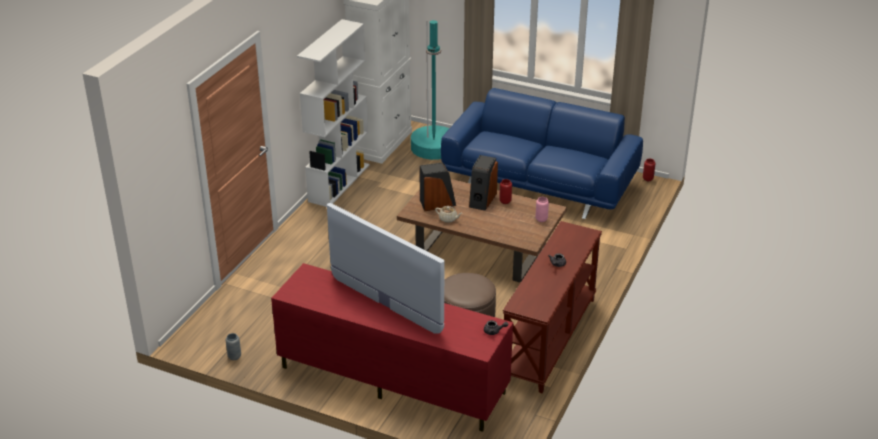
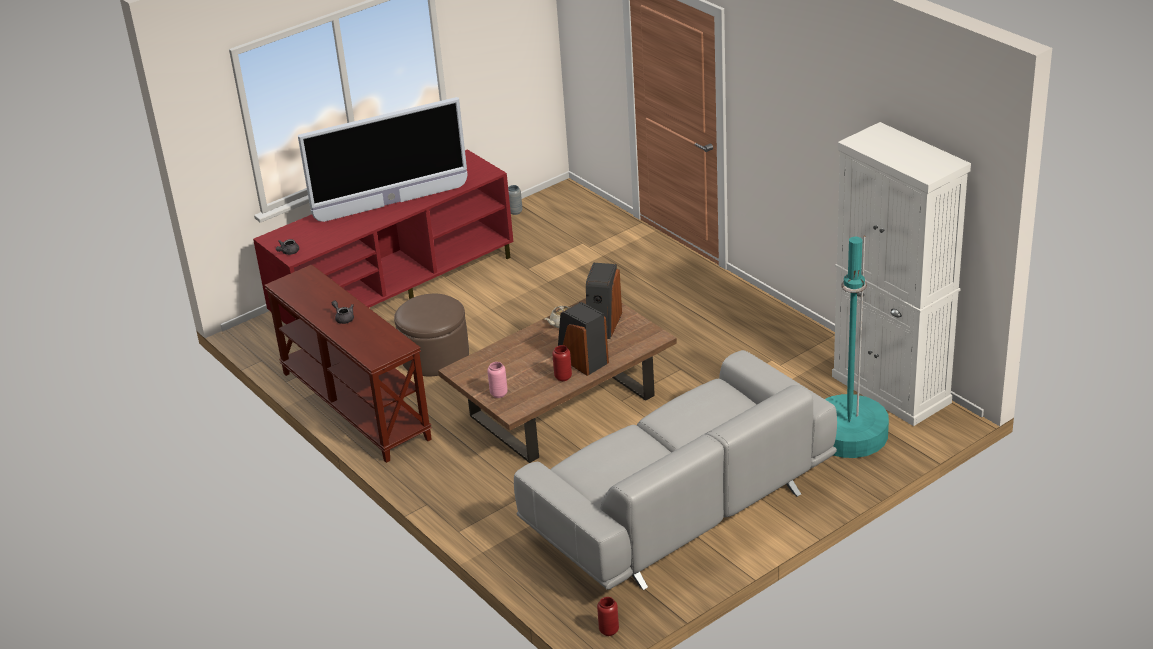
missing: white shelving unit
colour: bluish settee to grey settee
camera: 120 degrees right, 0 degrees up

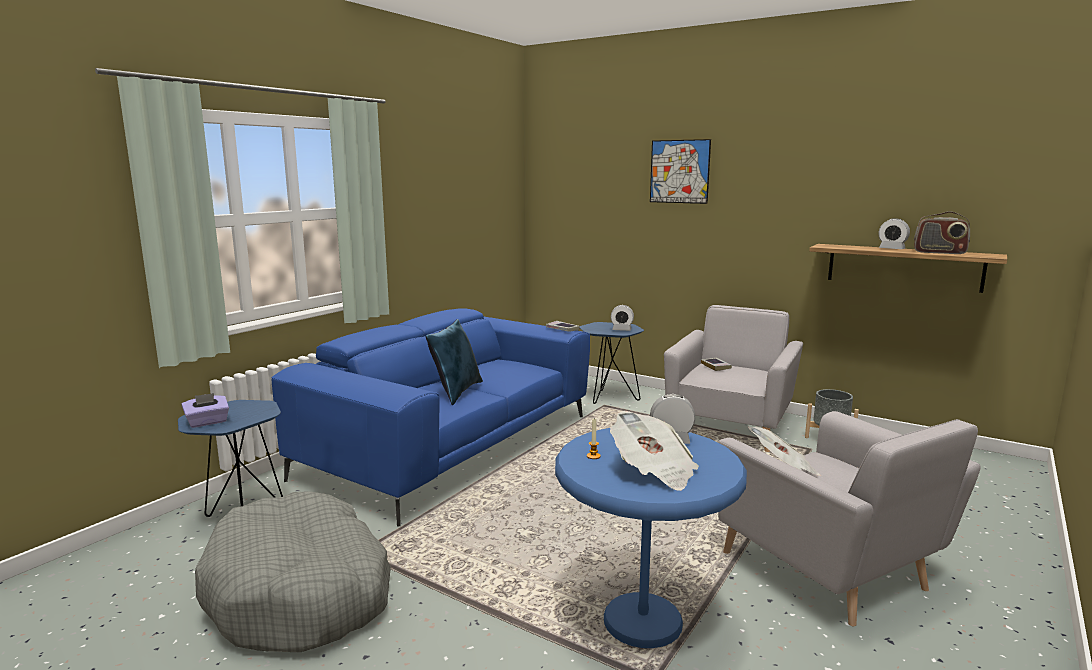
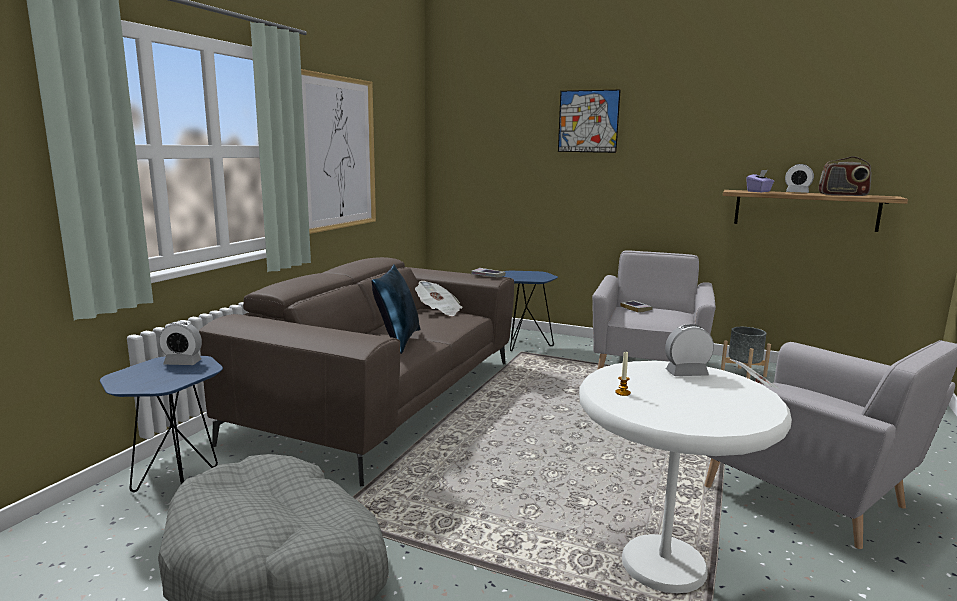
appeared: wall picture (no. 1 from left)
relocated: purple-coloured tissue box; newspaper (no. 1 from left); alarm clock (no. 1 from left)
colour: bluish settee to brown settee; bluish accent table (no. 3 from left) to white accent table
camera: 10 degrees left, 0 degrees up

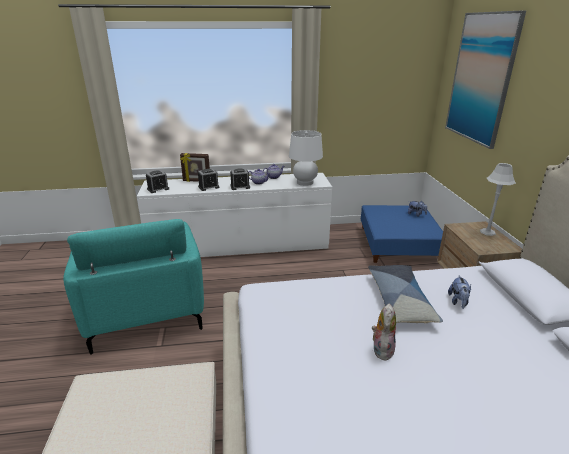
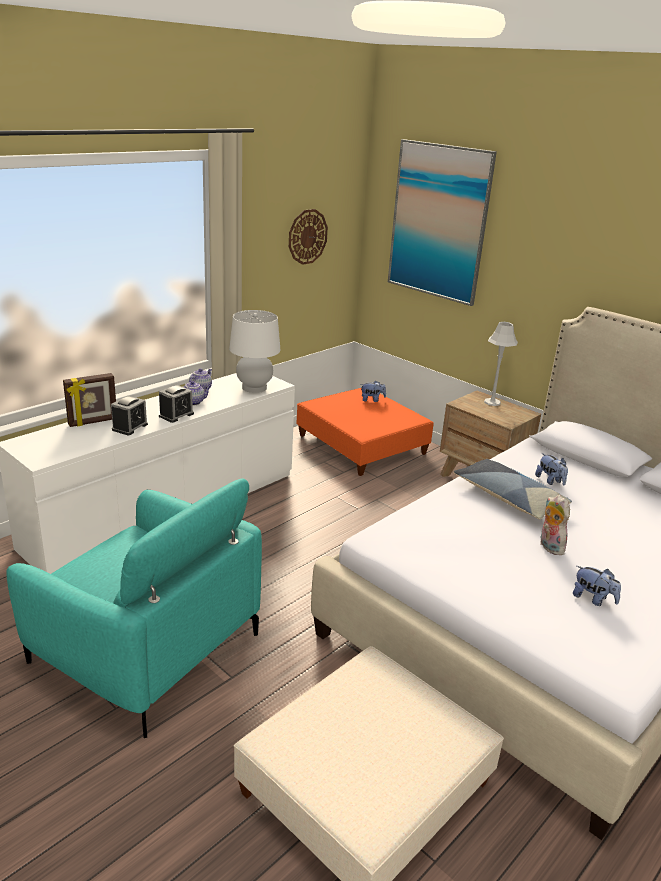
missing: alarm clock (no. 1 from left)
appeared: wall clock; cuddly toy (no. 4 from left)
colour: bluish pouffe to orange-coloured pouffe
camera: 40 degrees left, 0 degrees up

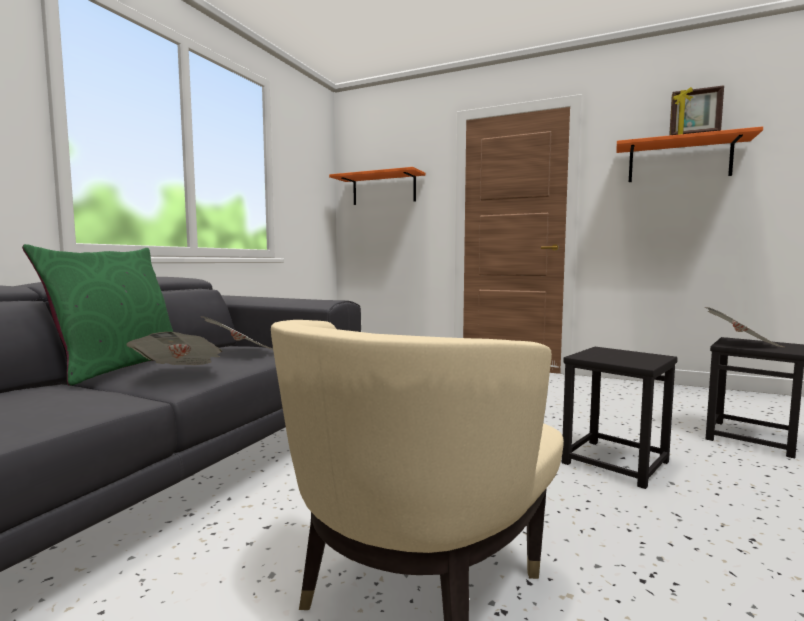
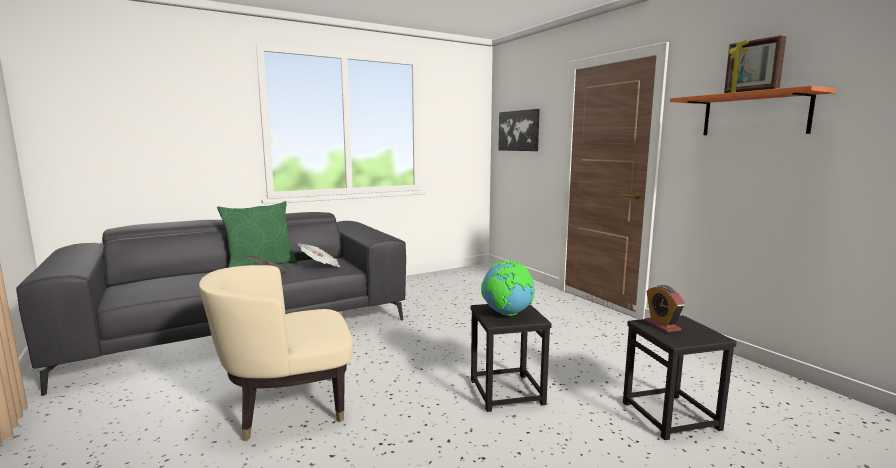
appeared: globe
exchanged: orange-coloured bracket shelf (no. 1 from left) to wall picture; newspaper (no. 3 from left) to alarm clock
camera: 35 degrees right, 5 degrees up

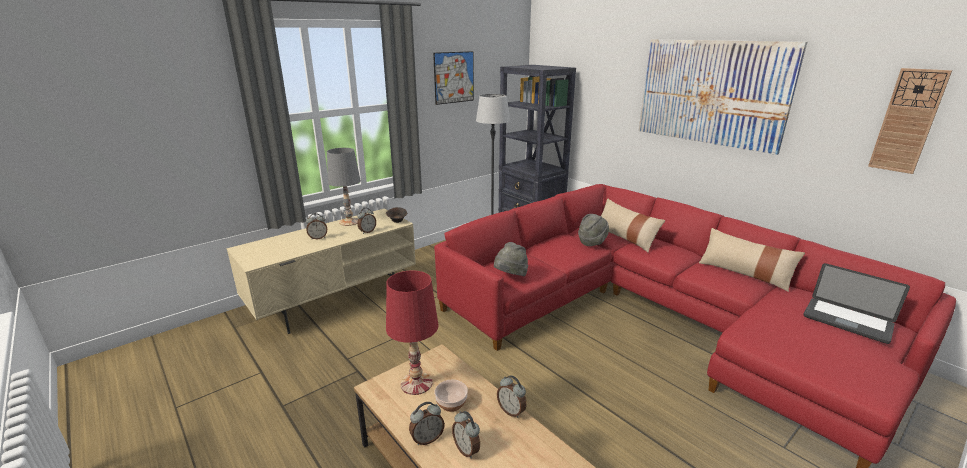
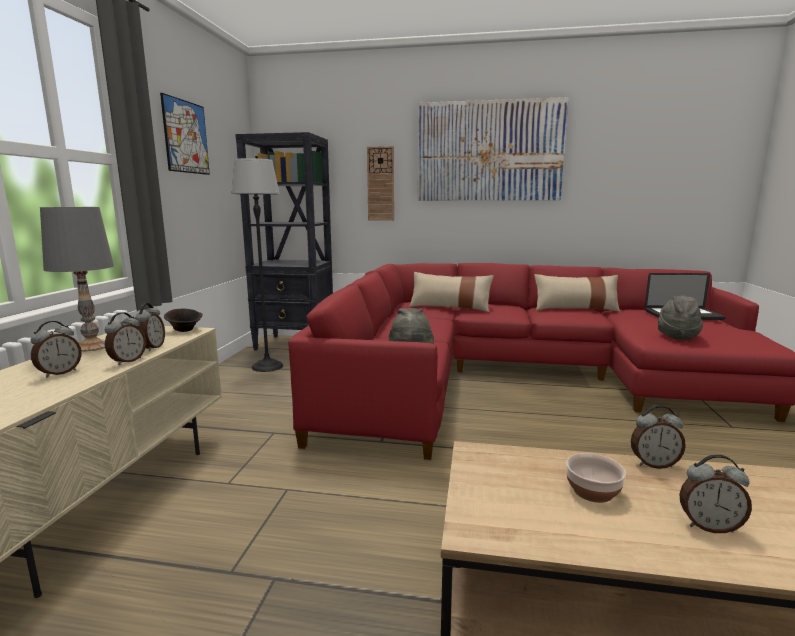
missing: red tabletop lamp
relocated: alarm clock (no. 3 from left in the first image) to alarm clock (no. 2 from left); grey hat (no. 2 from left); wall clock
camera: 40 degrees left, 10 degrees down

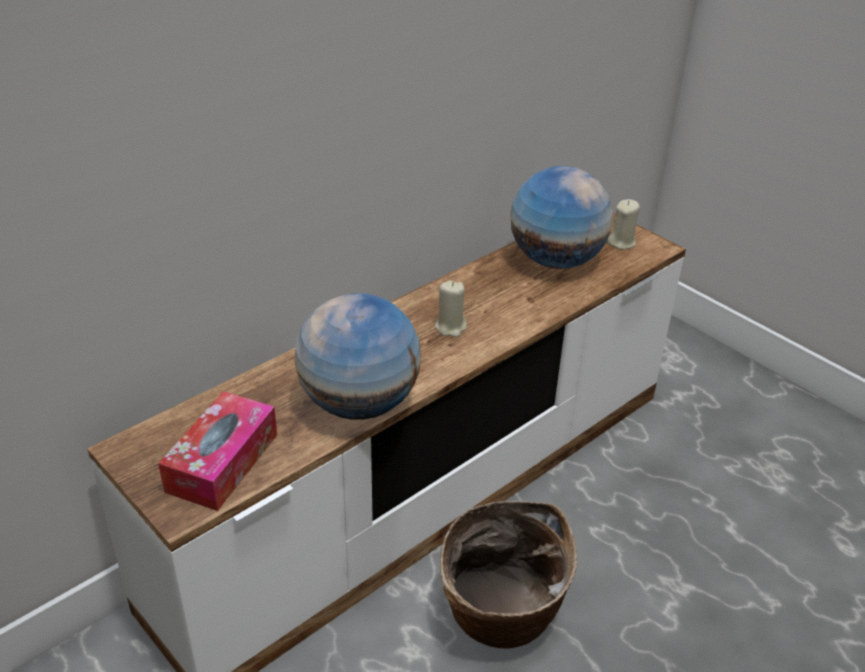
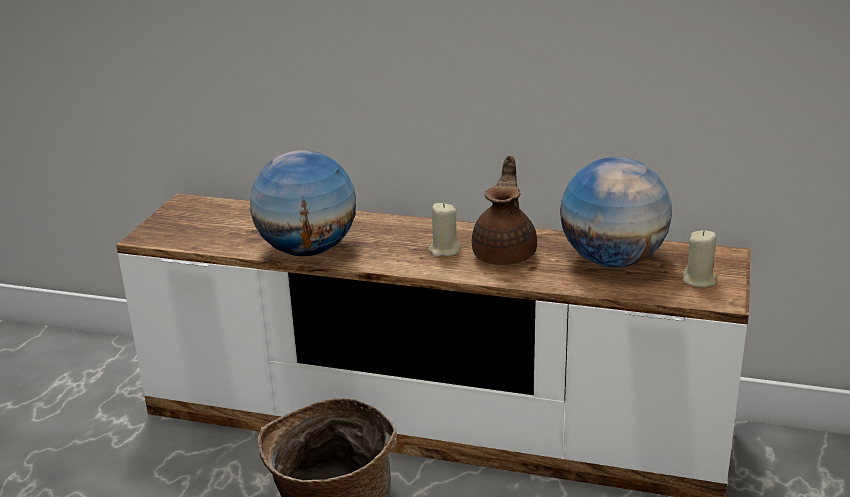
missing: tissue box
appeared: brown tea pot
camera: 60 degrees right, 10 degrees down

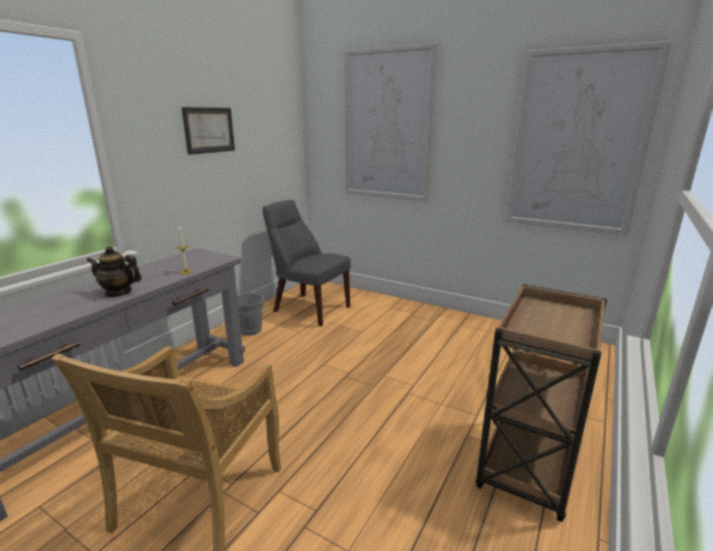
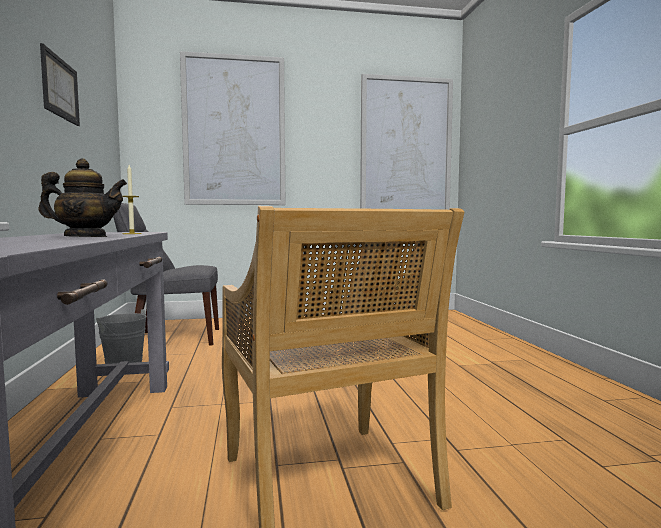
missing: brown wheeled cart
spun: tea pot 150 degrees counterclockwise
camera: 40 degrees left, 15 degrees down

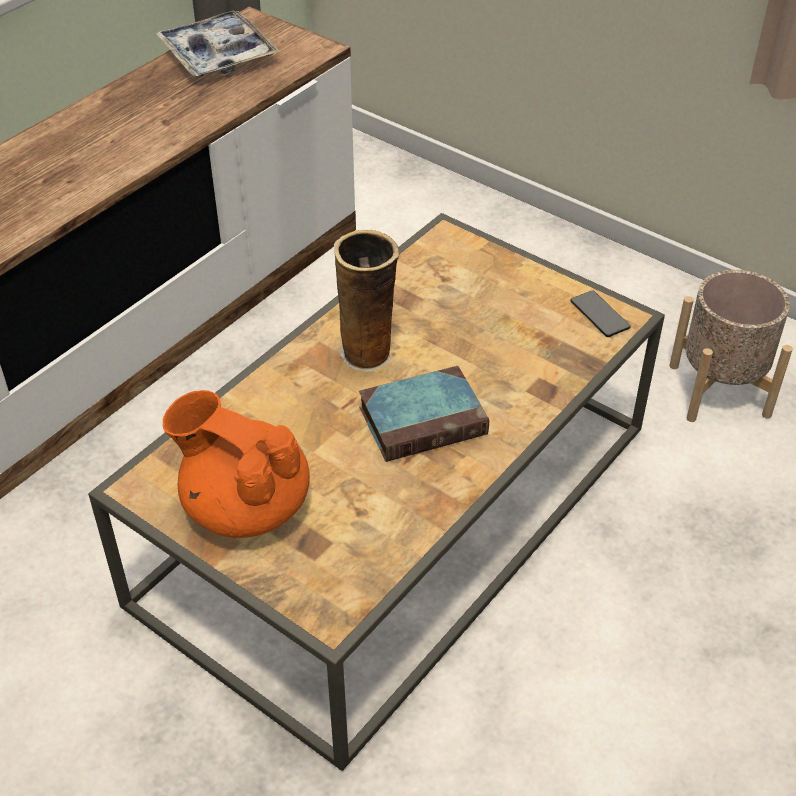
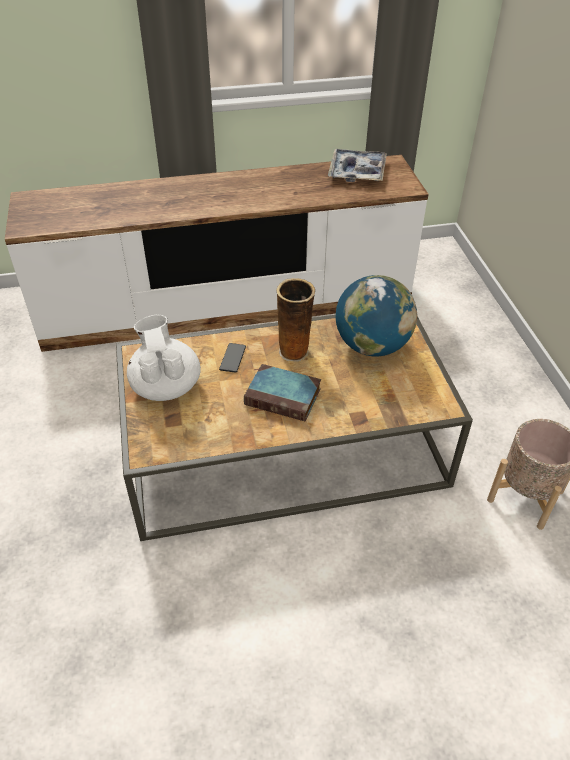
appeared: globe
relocated: phone
colour: orange-coloured tea pot to white tea pot
camera: 40 degrees right, 0 degrees up

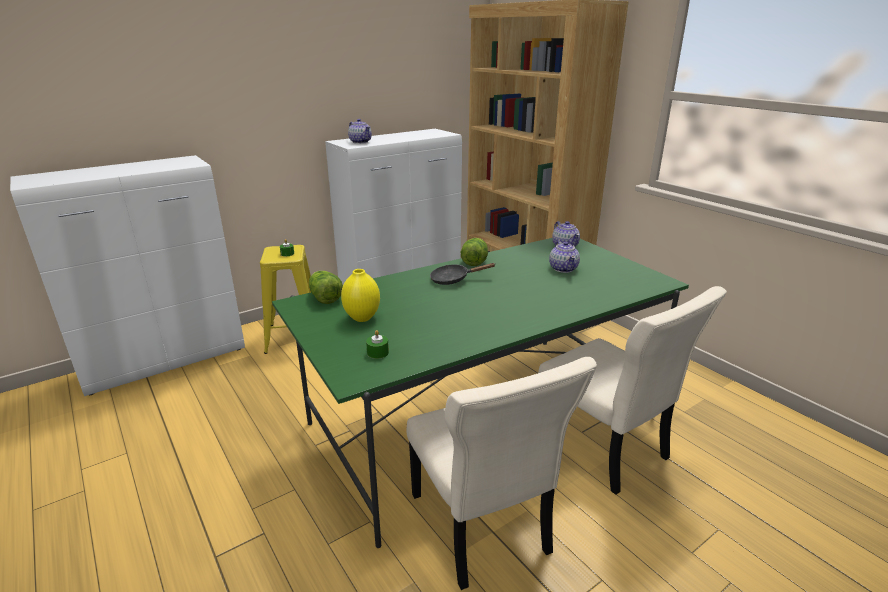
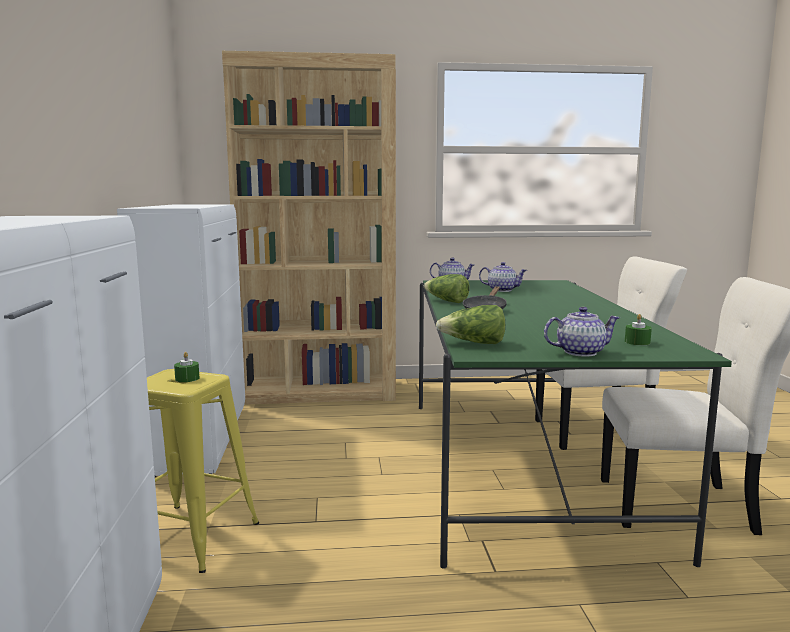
missing: yellowish decorative vase
relocated: tea pot (no. 1 from left in the first image) to tea pot (no. 3 from left)
camera: 60 degrees left, 15 degrees down

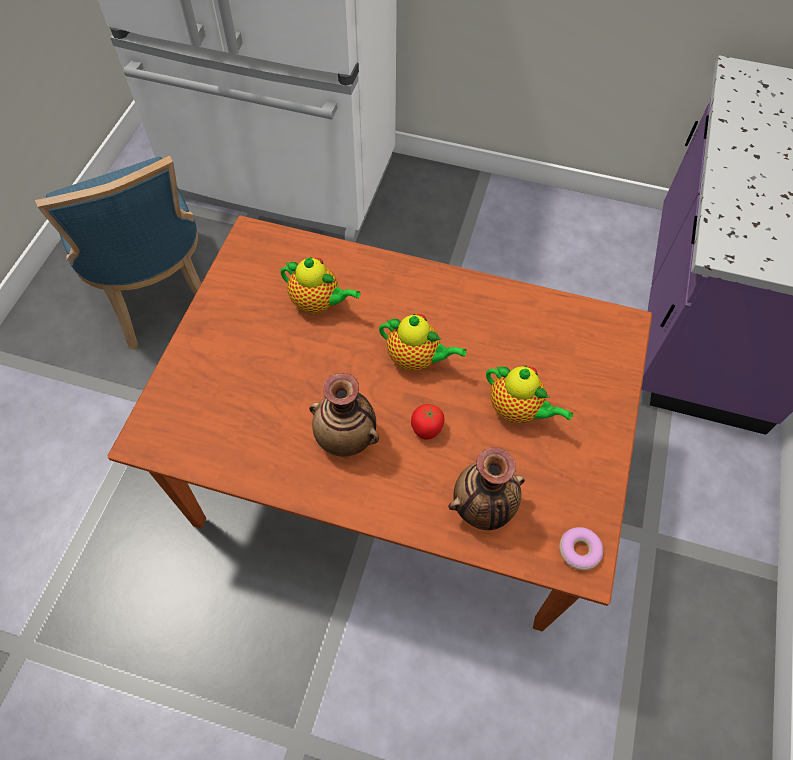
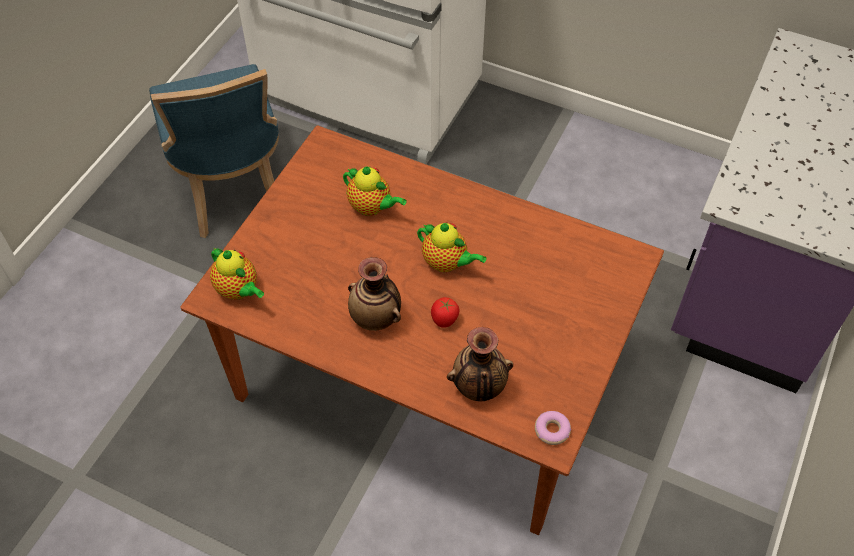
relocated: tea pot (no. 3 from left in the first image) to tea pot (no. 1 from left)
camera: 10 degrees right, 5 degrees down

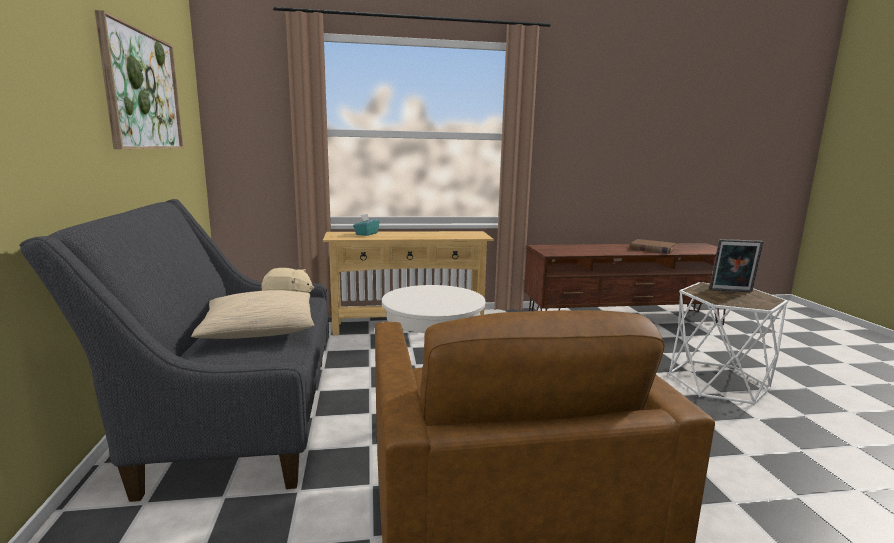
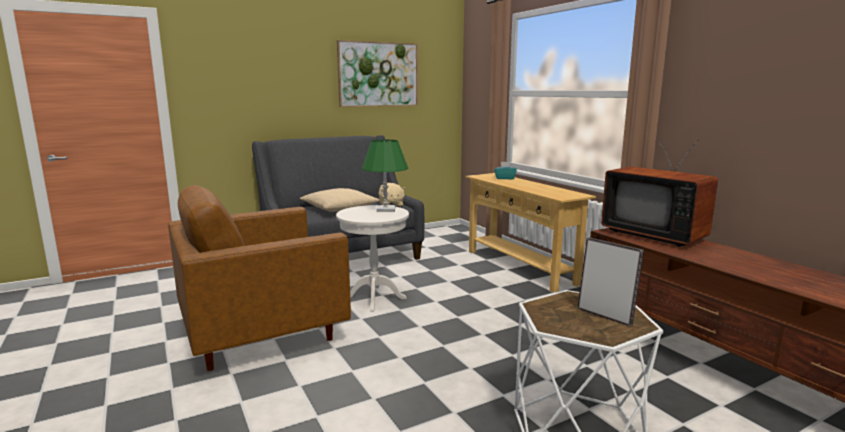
missing: brown volume
appeared: greenish tabletop lamp; TV set
spun: standing frame 150 degrees clockwise
camera: 70 degrees right, 0 degrees up

